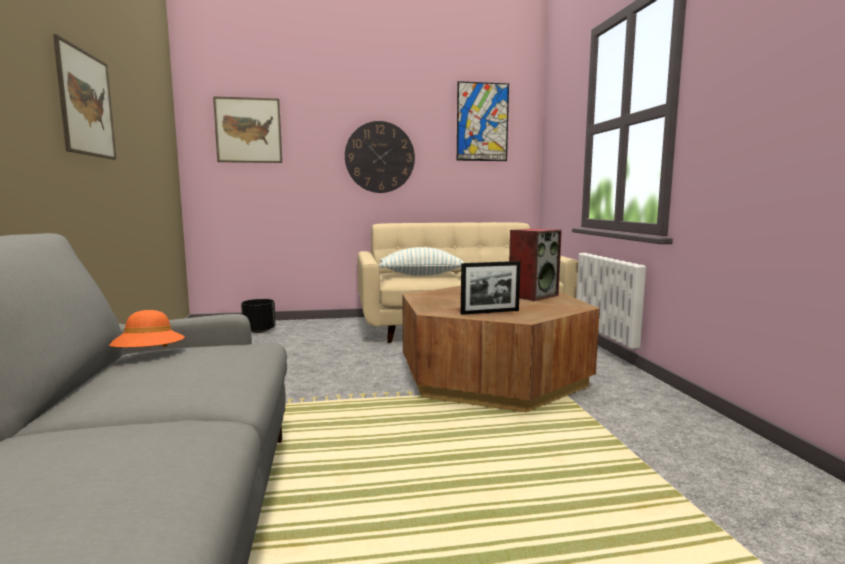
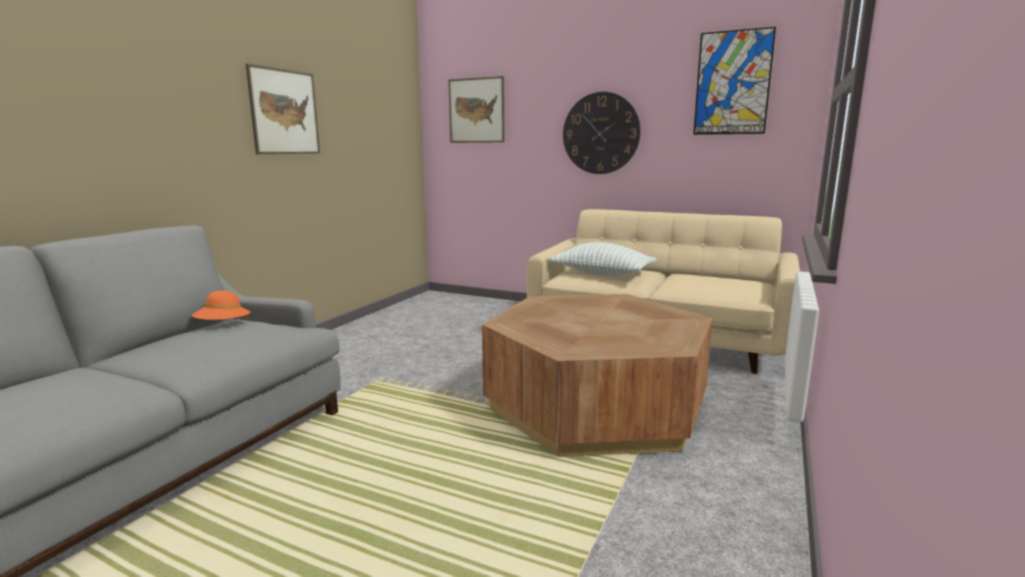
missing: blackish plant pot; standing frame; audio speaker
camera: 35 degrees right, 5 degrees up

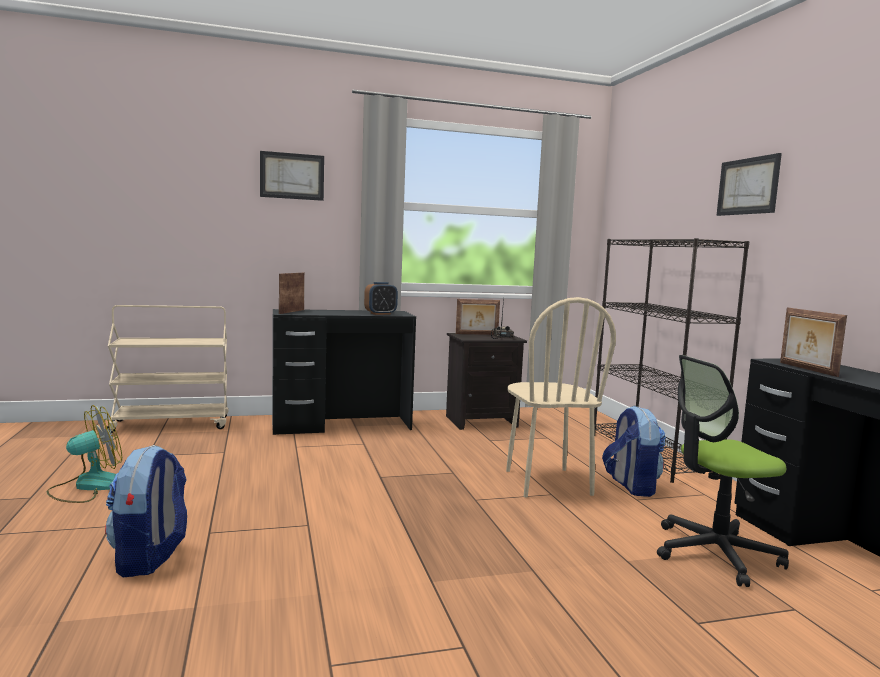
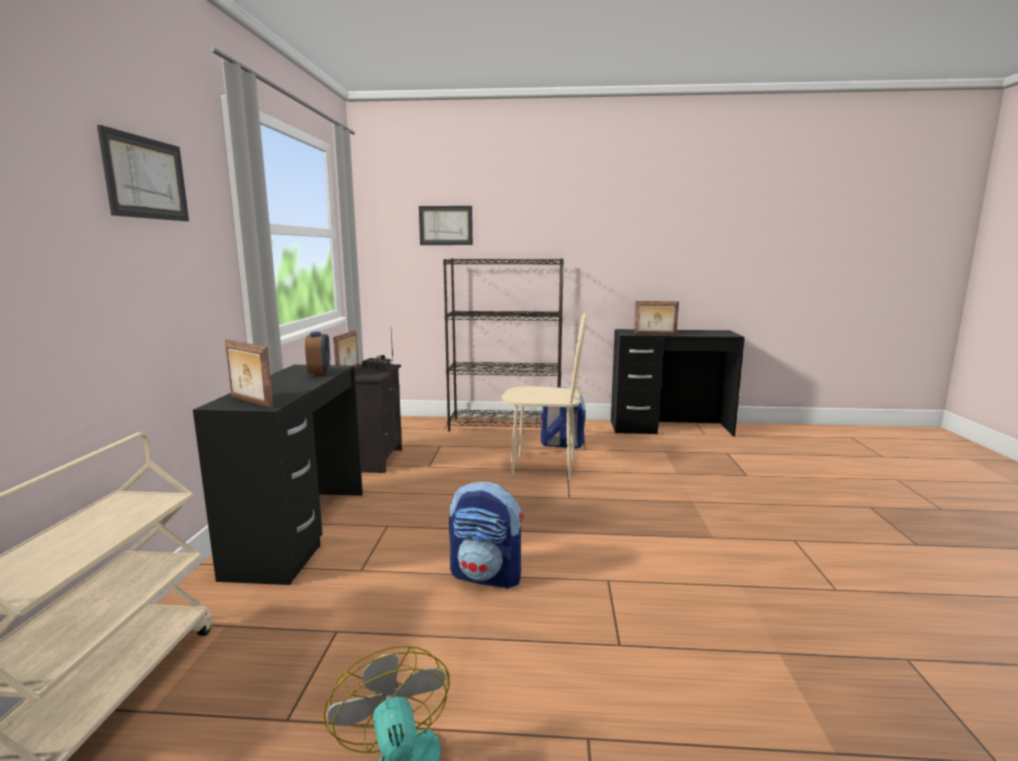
missing: desk chair
relocated: knapsack (no. 1 from left); wall picture (no. 2 from left)
camera: 70 degrees left, 5 degrees up

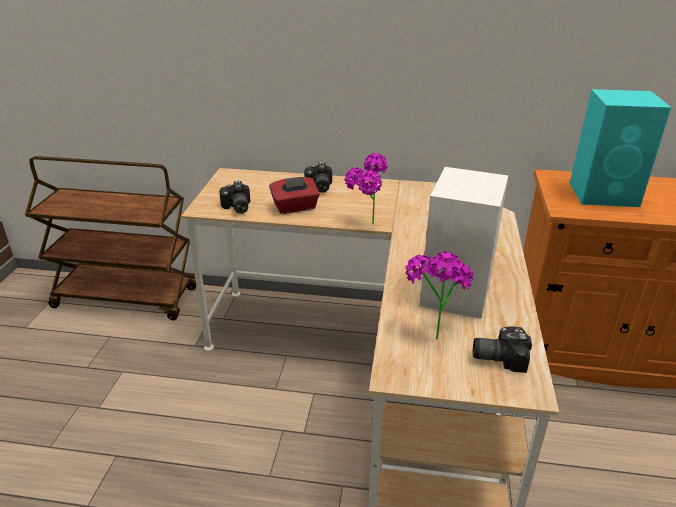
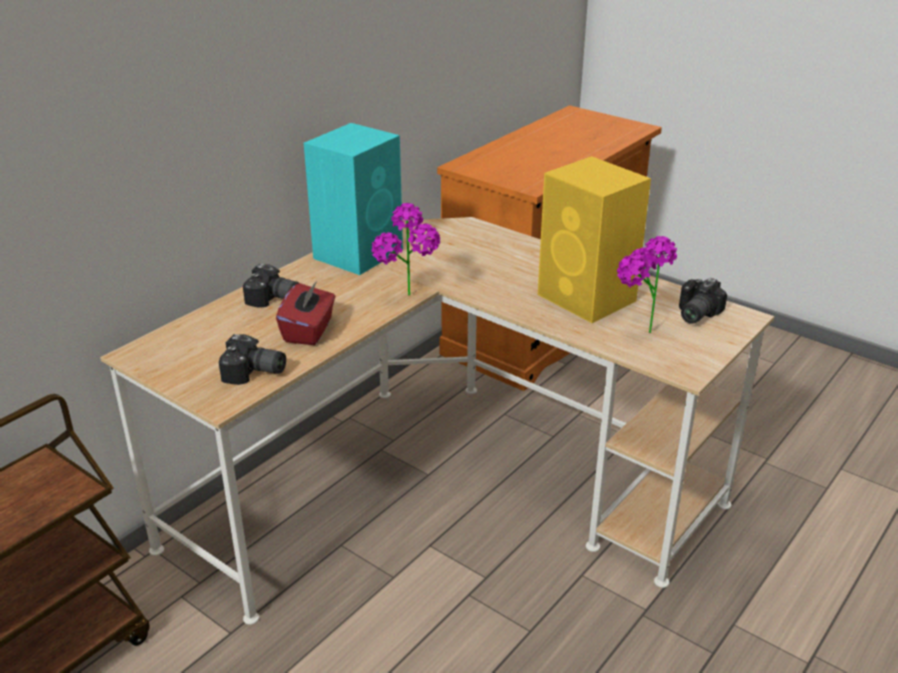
relocated: turquoise-coloured audio speaker
colour: white audio speaker to yellowish audio speaker
camera: 60 degrees left, 0 degrees up

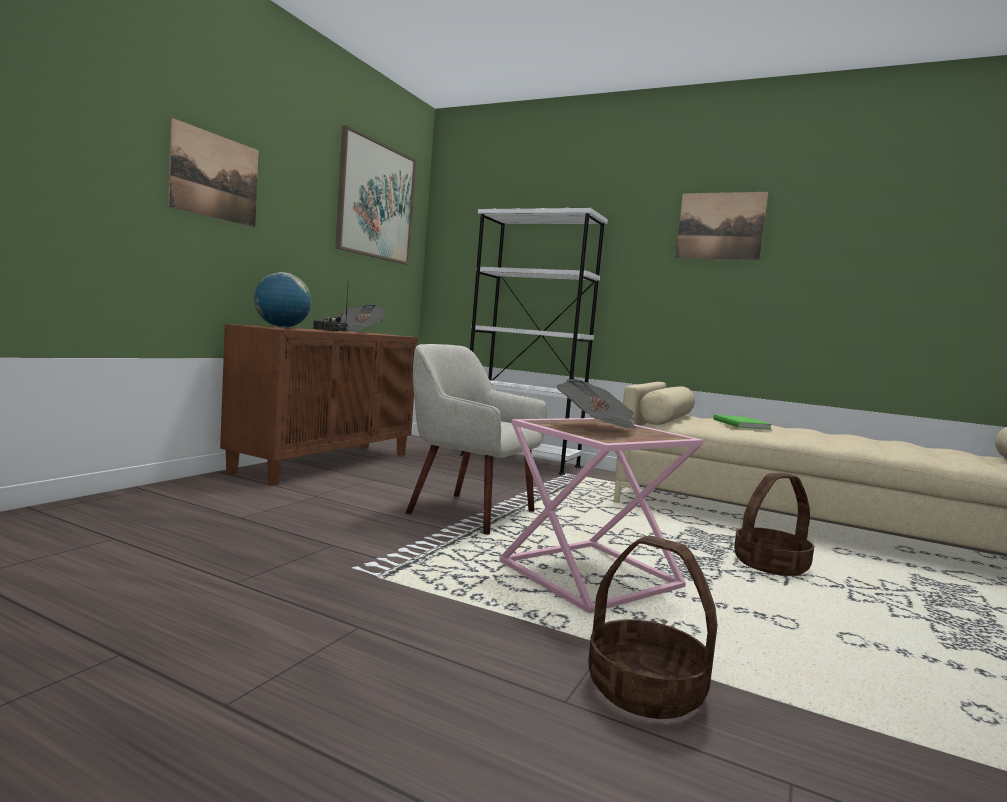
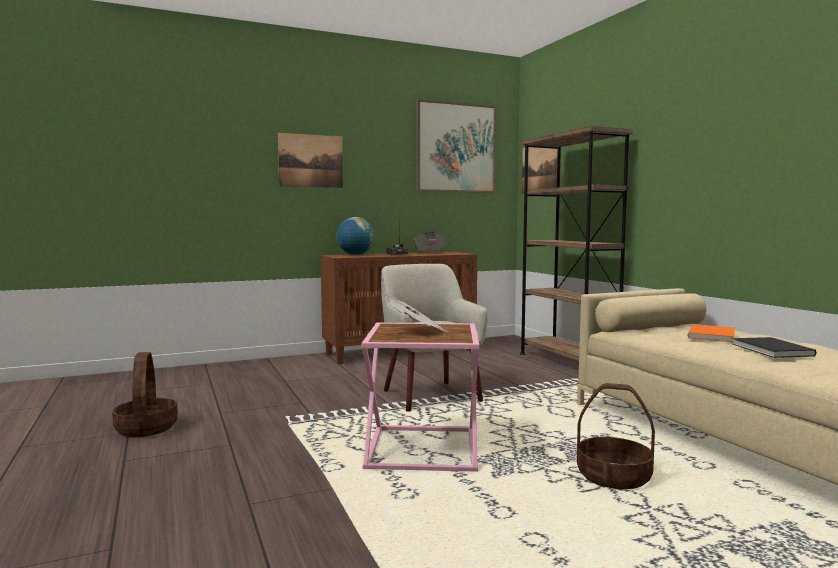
appeared: blackish volume
relocated: storage basket (no. 1 from left); wall picture (no. 3 from left)
colour: white shelving unit to brown shelving unit; greenish volume to orange-coloured volume
camera: 40 degrees right, 0 degrees up

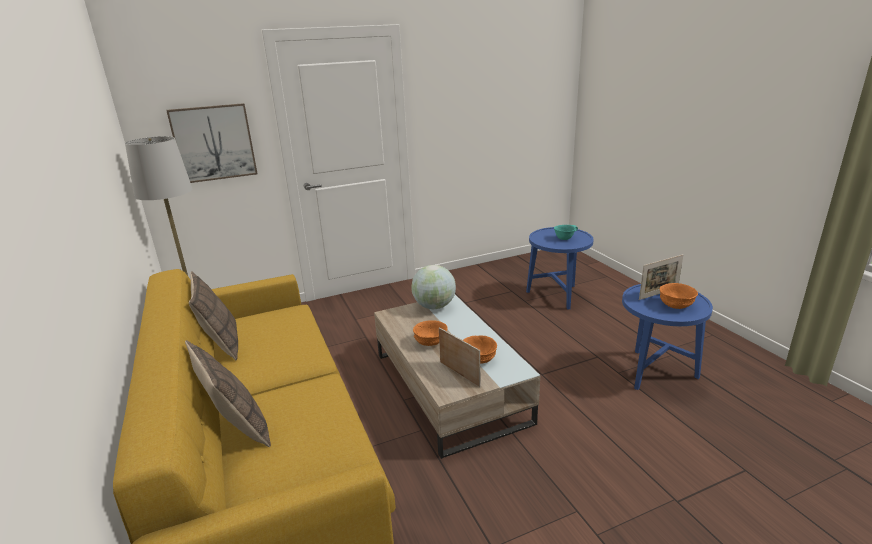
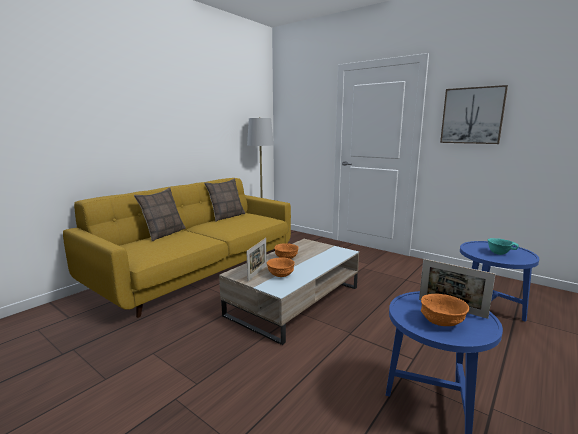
missing: globe
relocated: wall picture
camera: 60 degrees right, 10 degrees down

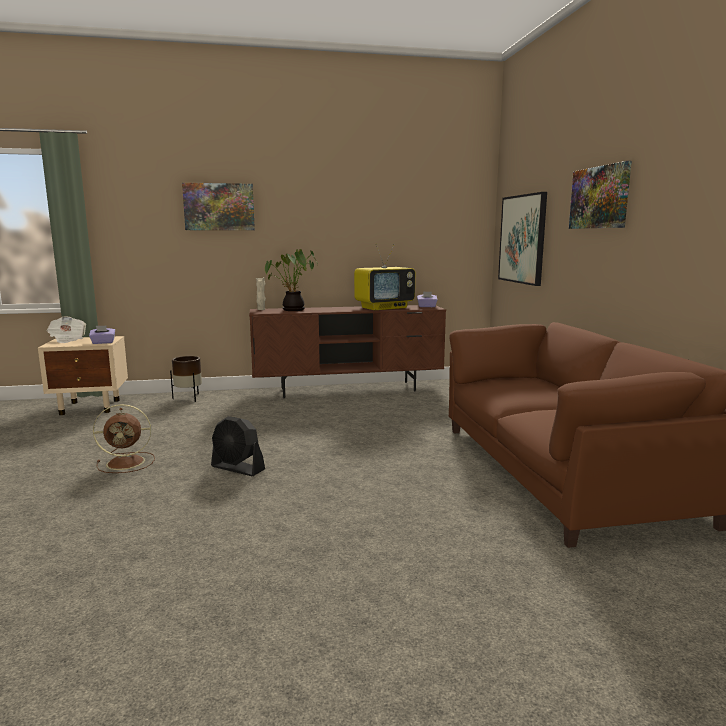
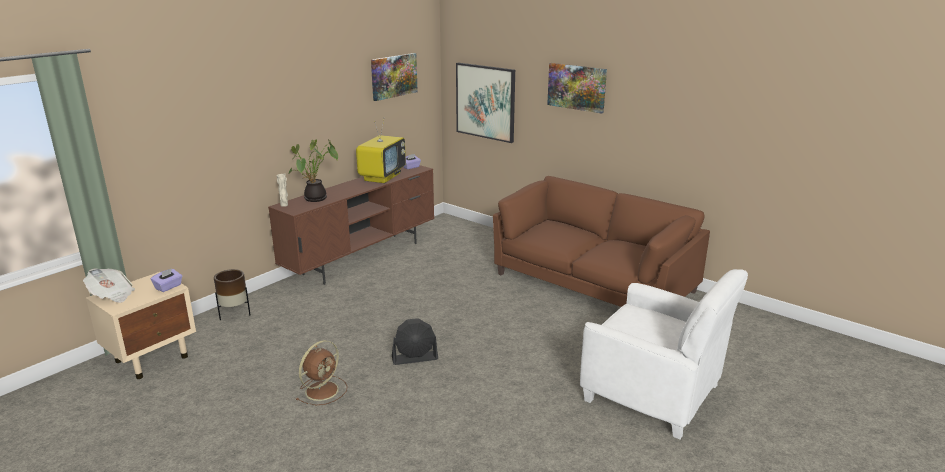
appeared: white easy chair
relocated: wall picture (no. 1 from left)
camera: 40 degrees left, 10 degrees up

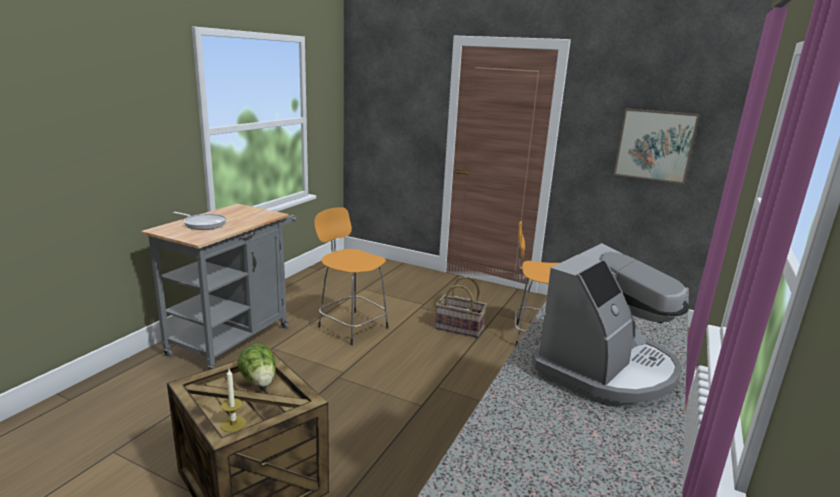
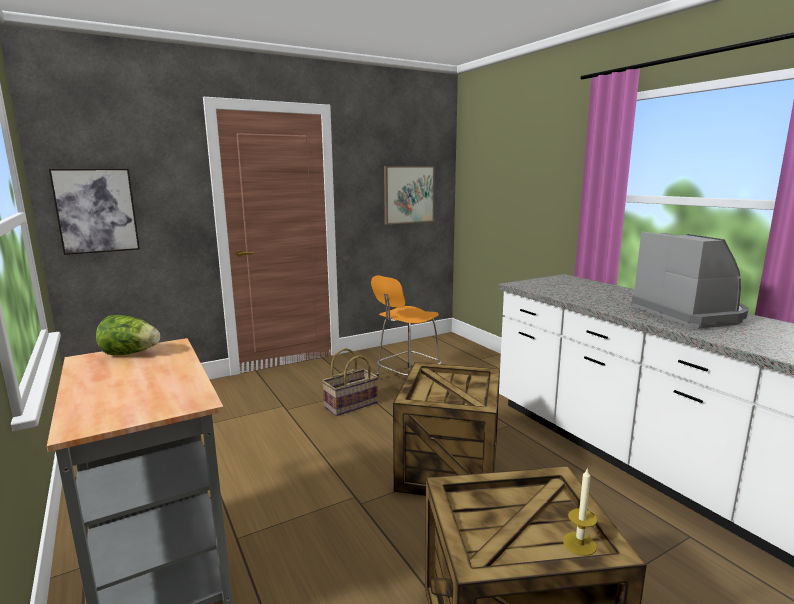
missing: frying pan; orange-coloured sitting stool (no. 1 from left)
appeared: wall picture (no. 1 from left); shipping crate (no. 1 from left)
relocated: lettuce head
camera: 55 degrees left, 5 degrees down

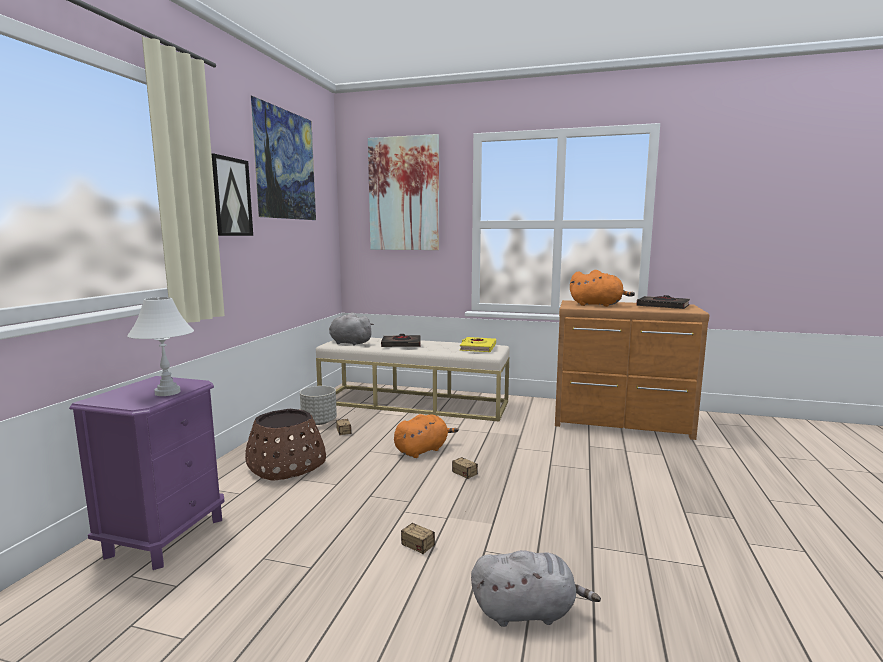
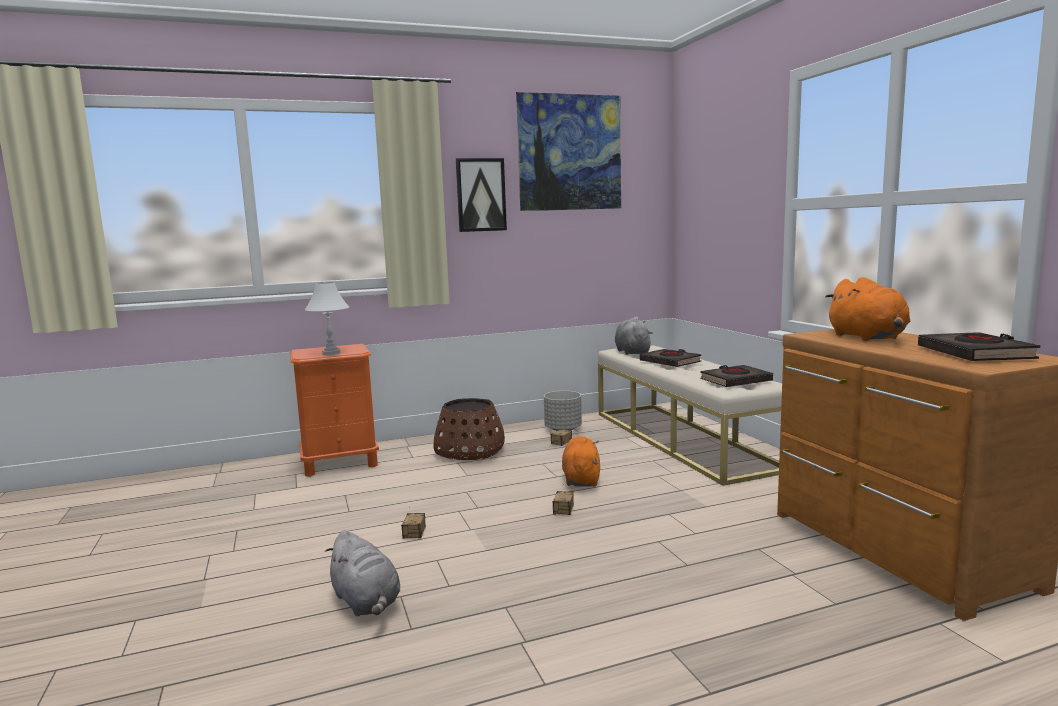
missing: wall picture (no. 3 from left)
colour: purple-coloured nightstand to orange-coloured nightstand; yellowish volume to blackish volume (no. 2 from left)
spun: orange-coloured cuddly toy (no. 1 from left) 105 degrees counterclockwise
camera: 55 degrees right, 0 degrees up

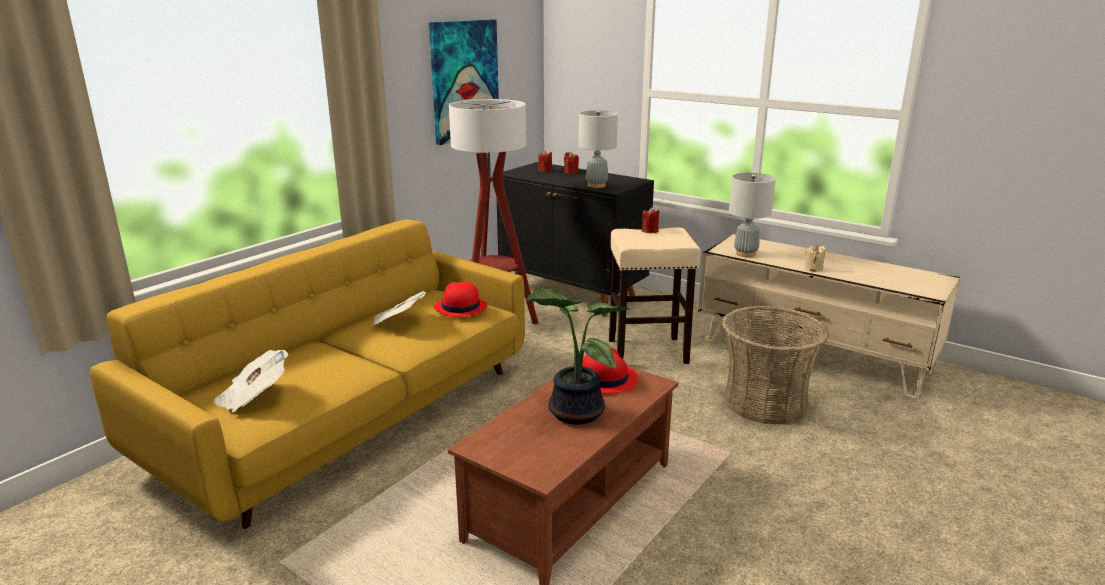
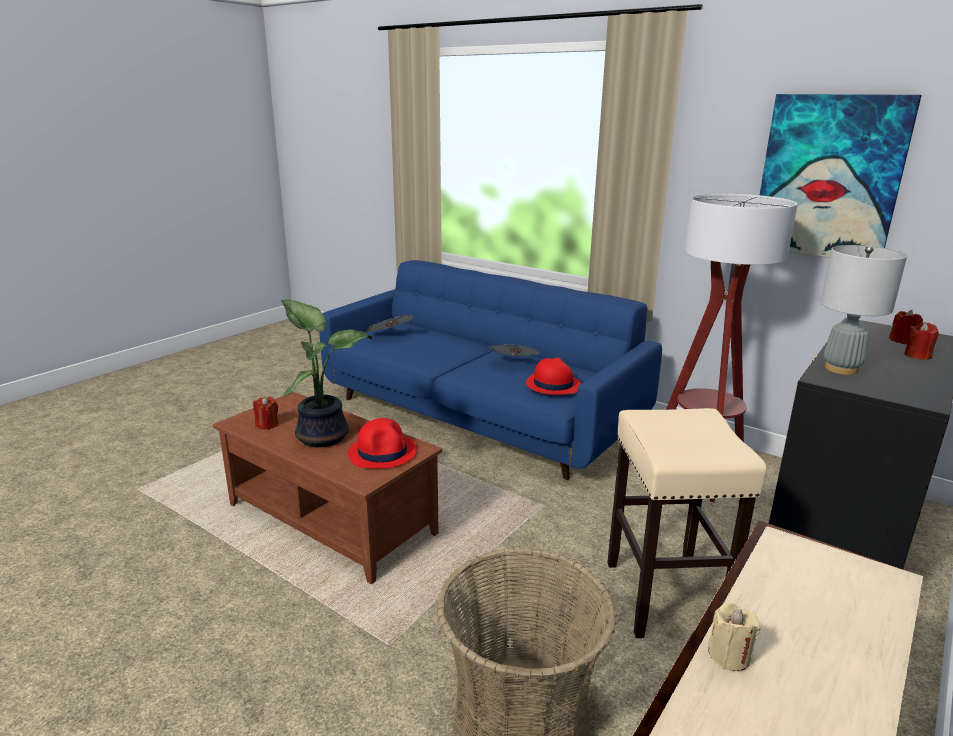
missing: grey tabletop lamp (no. 2 from left)
relocated: red candle (no. 3 from left in the first image) to red candle (no. 1 from left)
colour: yellowish settee to bluish settee
camera: 90 degrees right, 0 degrees up

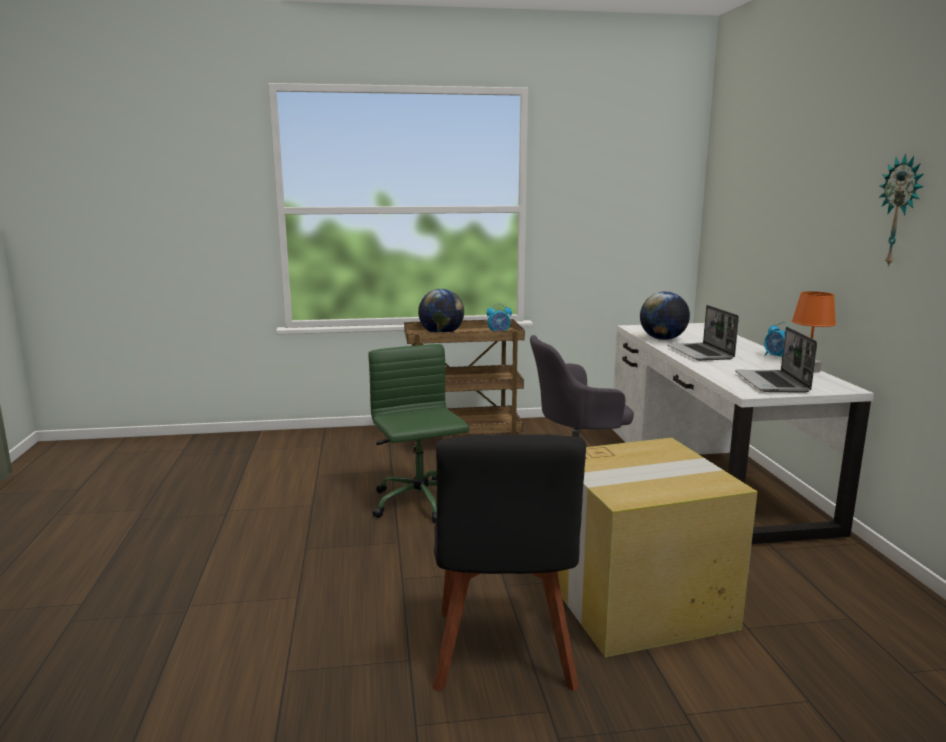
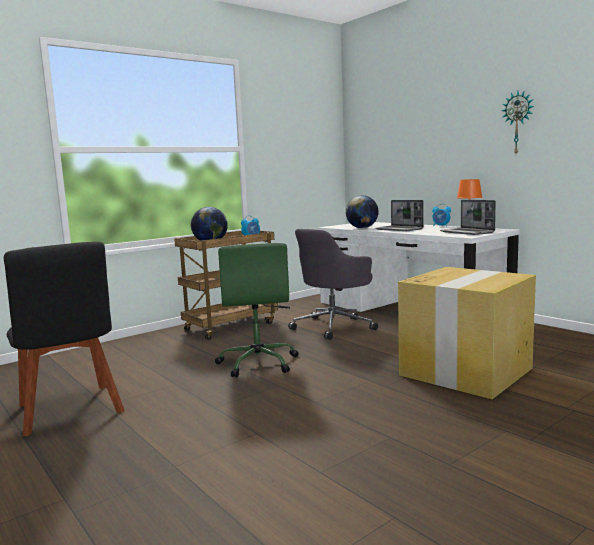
relocated: blackish upright chair
spun: greenish desk chair 135 degrees counterclockwise
camera: 30 degrees left, 5 degrees down

